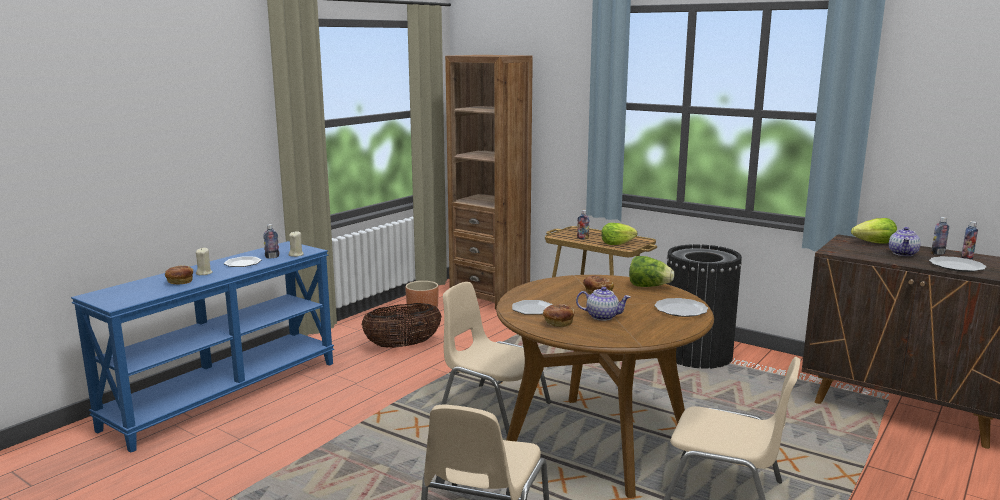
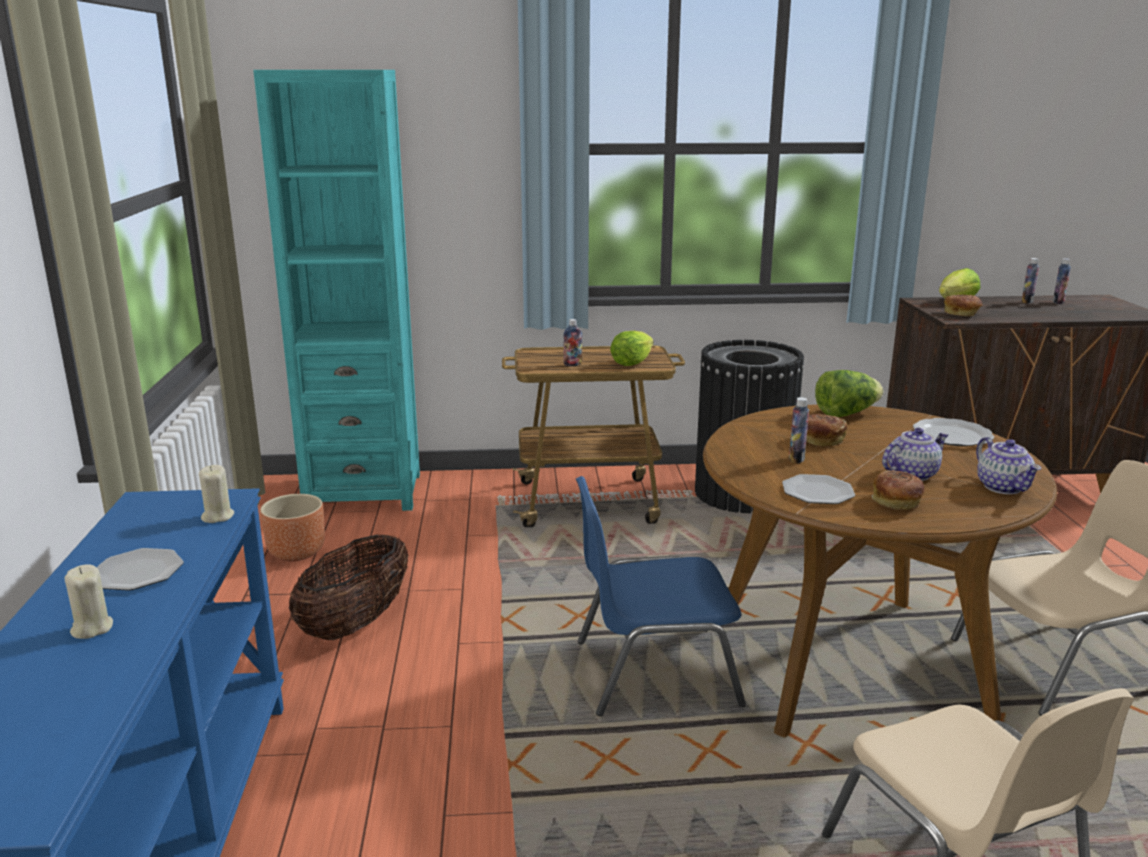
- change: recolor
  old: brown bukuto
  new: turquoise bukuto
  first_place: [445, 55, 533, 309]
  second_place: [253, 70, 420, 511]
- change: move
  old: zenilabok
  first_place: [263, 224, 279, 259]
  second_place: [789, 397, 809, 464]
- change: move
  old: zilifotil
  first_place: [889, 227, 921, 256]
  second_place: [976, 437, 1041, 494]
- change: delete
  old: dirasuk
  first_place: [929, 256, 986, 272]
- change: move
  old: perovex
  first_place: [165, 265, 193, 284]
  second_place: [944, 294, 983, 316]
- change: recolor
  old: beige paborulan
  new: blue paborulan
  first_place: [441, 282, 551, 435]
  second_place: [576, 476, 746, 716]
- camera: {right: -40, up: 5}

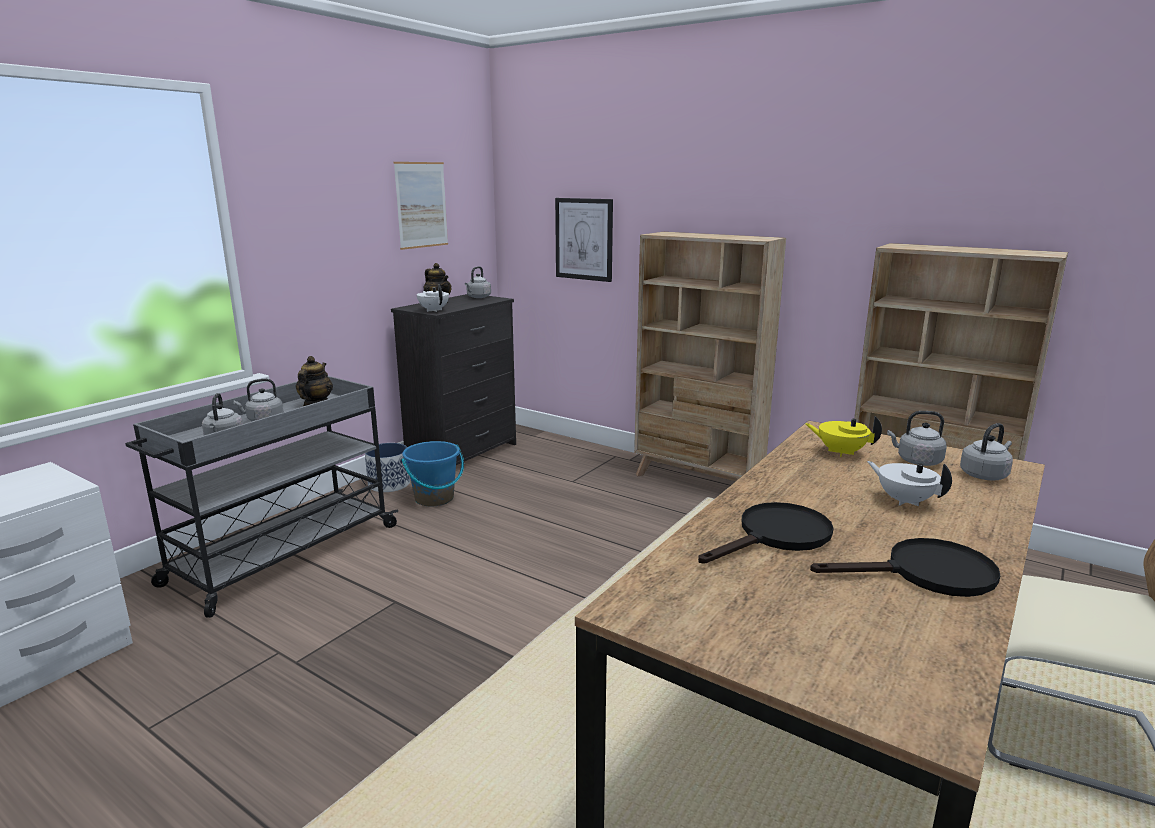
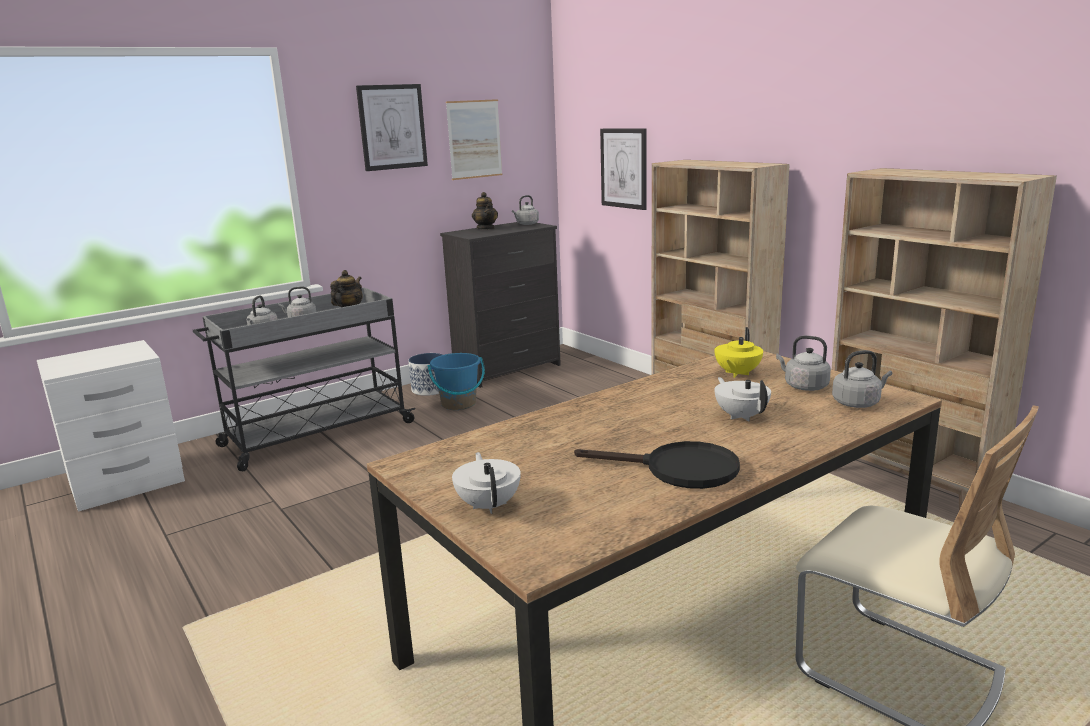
- change: move
  old: white zilifotil
  first_place: [417, 285, 449, 312]
  second_place: [452, 452, 521, 514]
- change: rotate
  old: yellow zilifotil
  first_place: [805, 416, 882, 457]
  second_place: [714, 327, 763, 378]
  degrees: -105
- change: delete
  old: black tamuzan
  first_place: [698, 502, 833, 564]
- change: insert
  new: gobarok
  second_place: [356, 84, 428, 171]
- camera: {right: 20, up: 0}

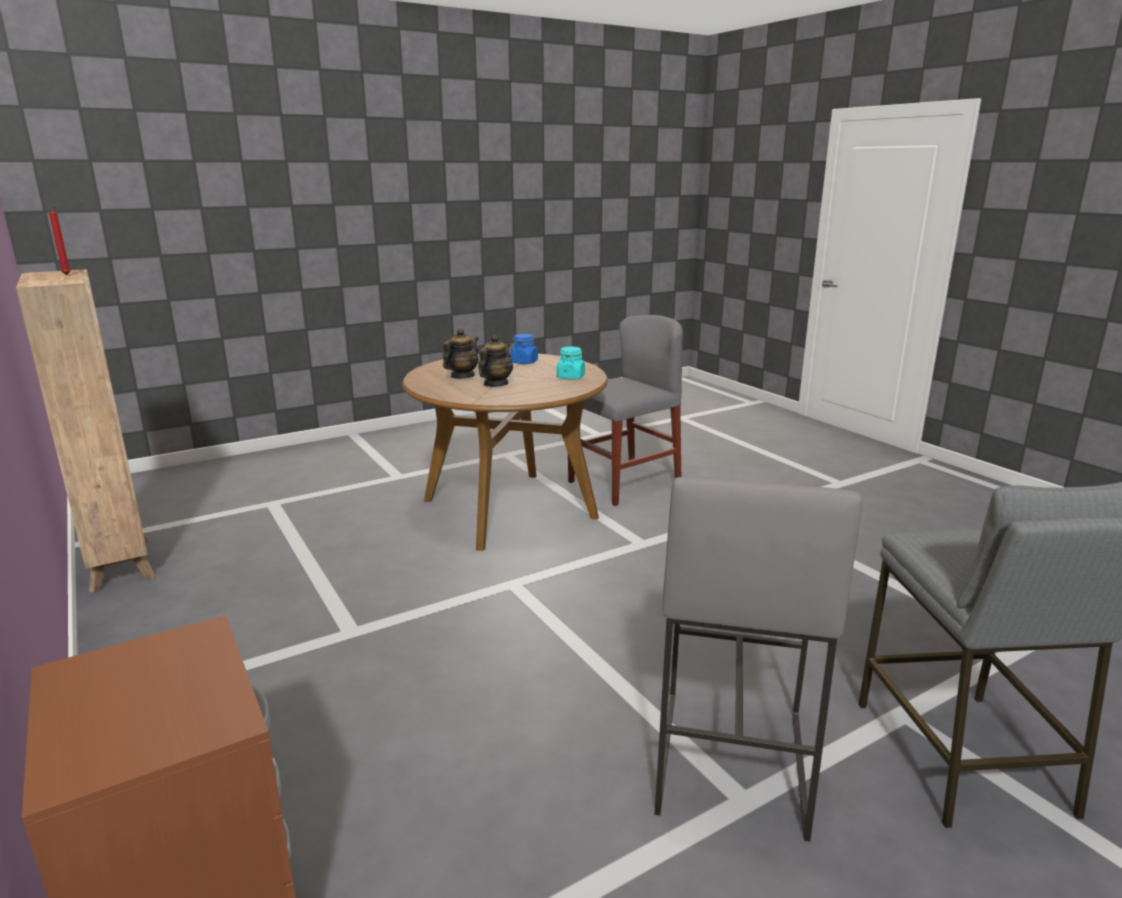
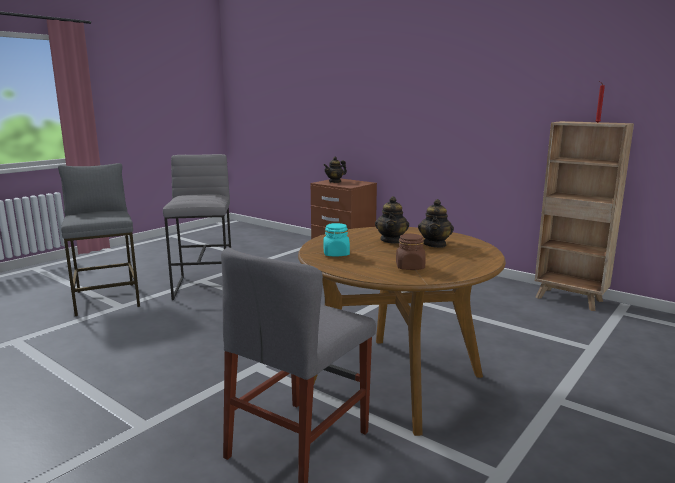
- change: recolor
  old: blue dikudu
  new: brown dikudu
  first_place: [510, 334, 538, 364]
  second_place: [396, 234, 426, 270]
- change: insert
  new: zilifotil
  second_place: [323, 157, 347, 183]
- camera: {right: 160, up: -5}

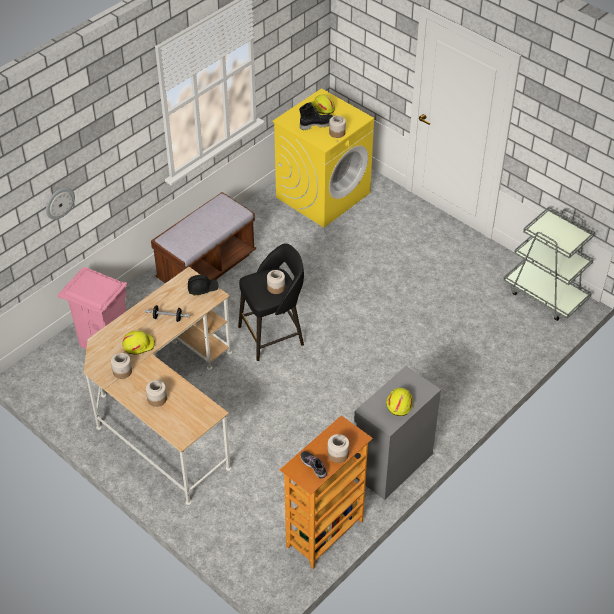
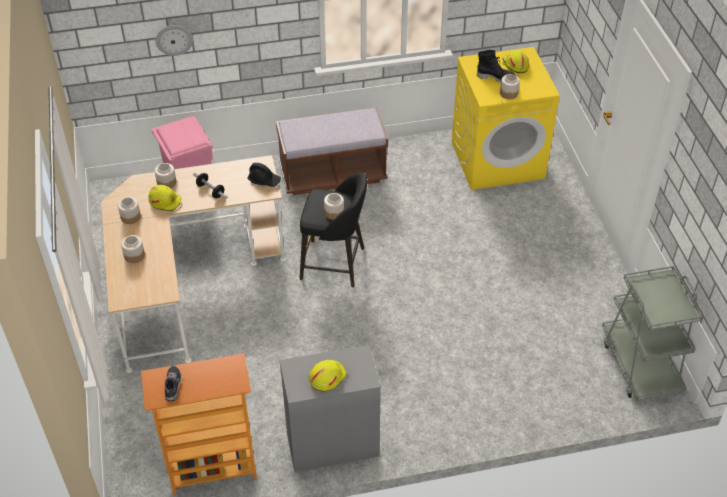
- change: move
  old: dikudu
  first_place: [327, 434, 349, 463]
  second_place: [155, 163, 176, 188]
- camera: {right: 35, up: 0}

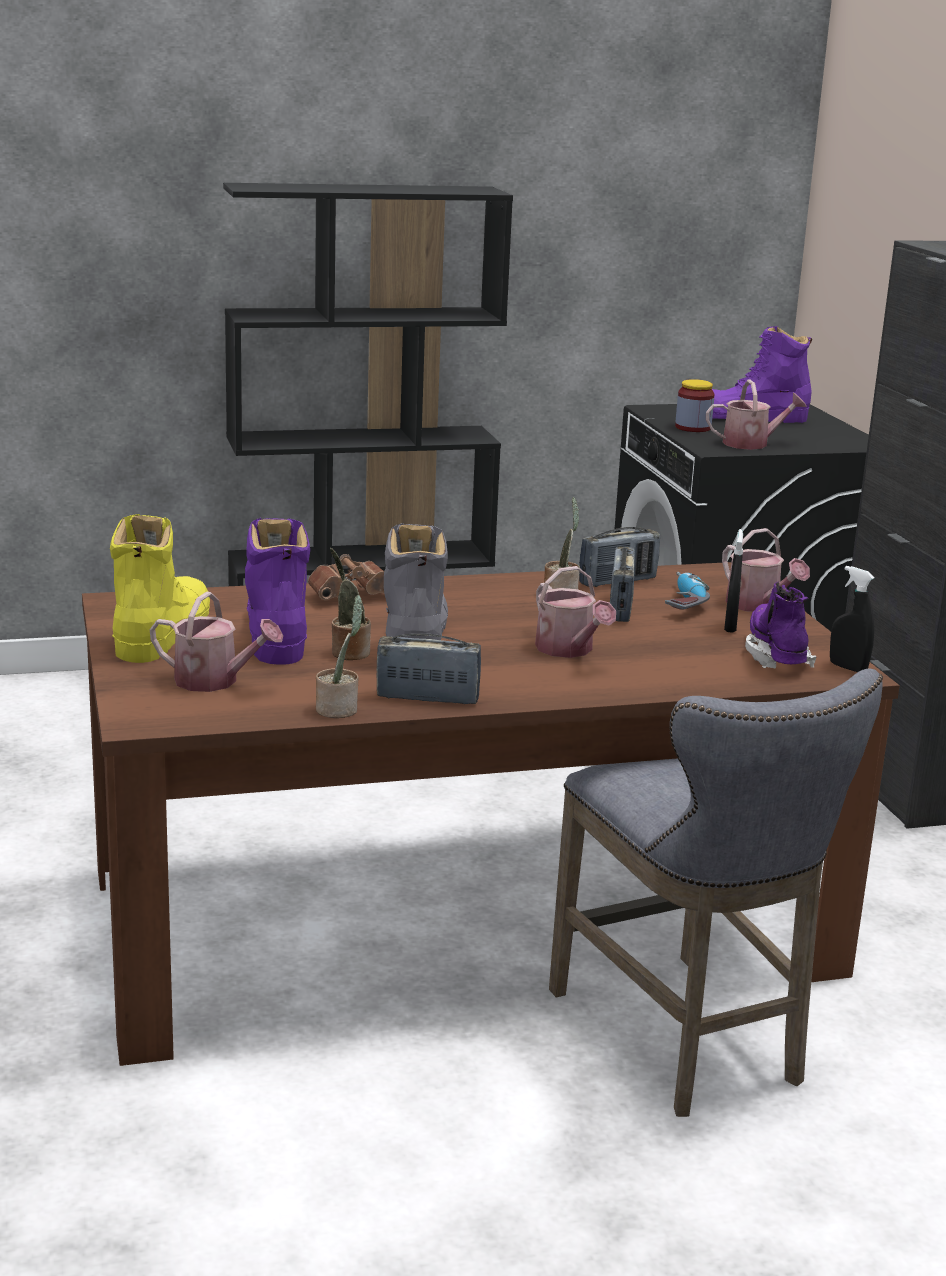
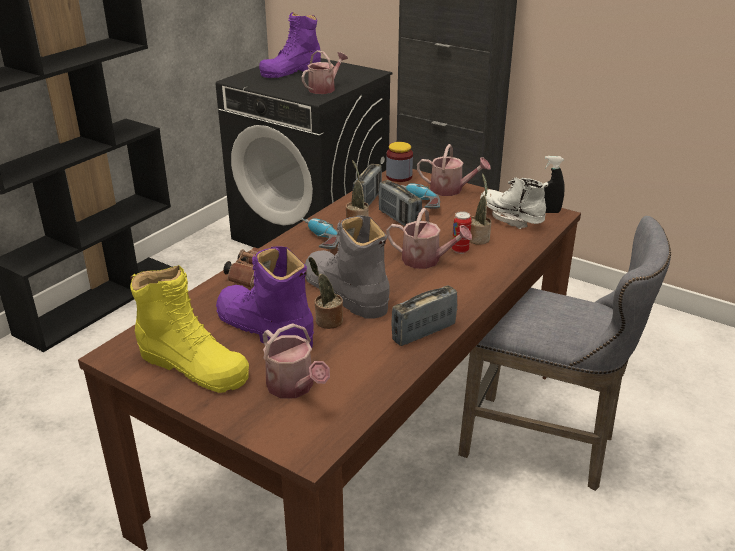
- change: move
  old: dikudu
  first_place: [675, 379, 714, 432]
  second_place: [386, 142, 413, 182]
- change: rotate
  old: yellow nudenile
  first_place: [110, 514, 210, 663]
  second_place: [130, 265, 249, 393]
  degrees: 150
- change: delete
  old: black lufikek
  first_place: [724, 529, 743, 633]
- change: recolor
  old: purple nudenile
  new: white nudenile
  first_place: [745, 582, 817, 668]
  second_place: [480, 177, 548, 229]
- change: rotate
  old: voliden
  first_place: [150, 592, 283, 692]
  second_place: [263, 323, 330, 398]
  degrees: 75
- change: move
  old: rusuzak
  first_place: [316, 595, 363, 718]
  second_place: [470, 173, 491, 244]
- change: insert
  new: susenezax
  second_place: [452, 211, 472, 254]
- change: insert
  new: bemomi
  second_place: [301, 218, 339, 249]
- camera: {right: -40, up: 10}

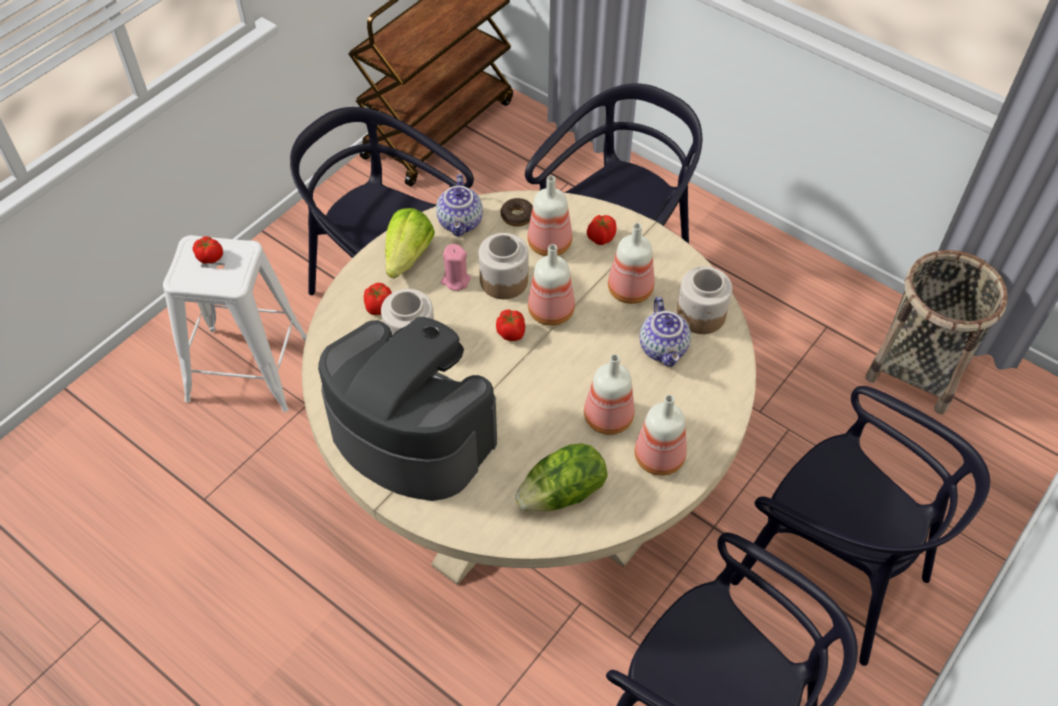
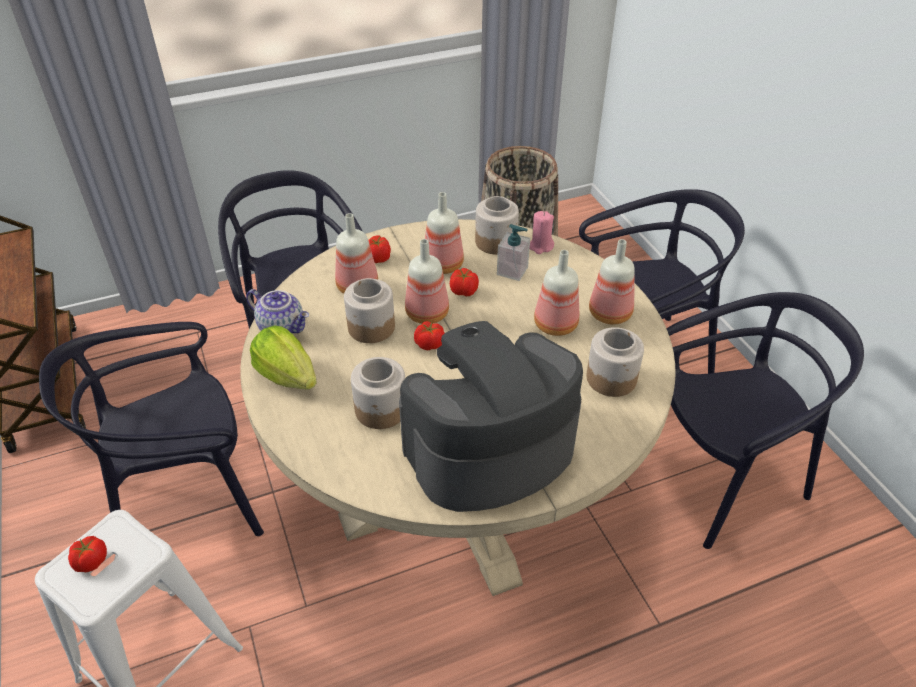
- change: delete
  old: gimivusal
  first_place: [501, 198, 533, 227]
- change: move
  old: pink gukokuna
  first_place: [441, 244, 471, 291]
  second_place: [530, 211, 554, 254]
- change: move
  old: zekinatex
  first_place: [364, 283, 392, 315]
  second_place: [450, 268, 479, 296]
- change: replace
  old: zilifotil
  new: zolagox
  first_place: [640, 297, 691, 367]
  second_place: [497, 224, 530, 281]
- change: replace
  old: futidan
  new: dikudu
  first_place: [515, 443, 608, 511]
  second_place: [587, 327, 644, 397]
- camera: {right: -60, up: -10}

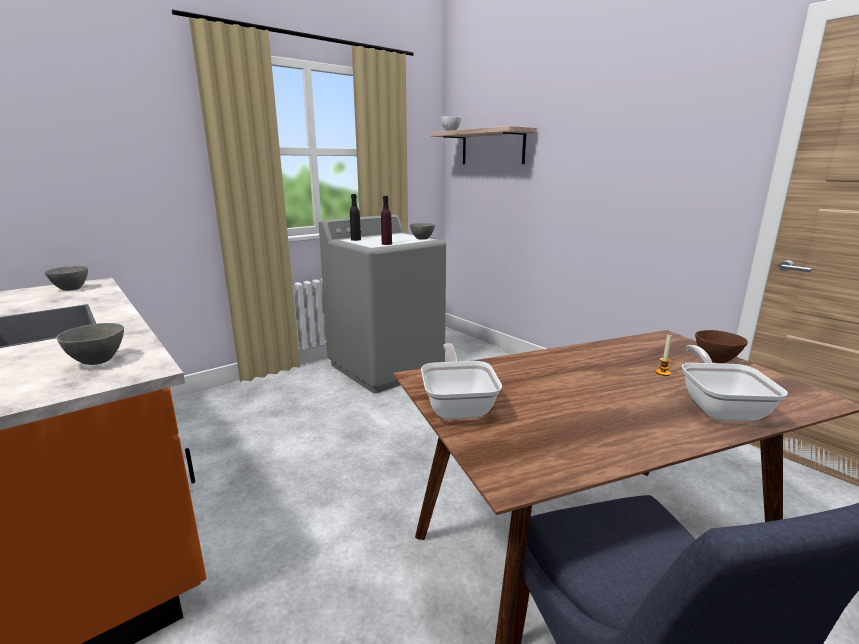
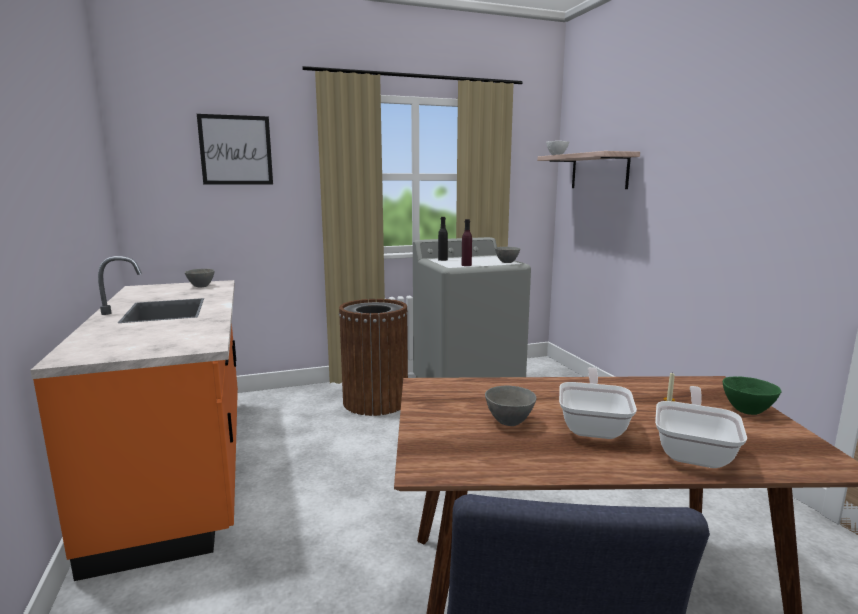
- change: move
  old: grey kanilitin
  first_place: [56, 323, 124, 365]
  second_place: [485, 386, 536, 426]
- change: recolor
  old: brown kanilitin
  new: green kanilitin
  first_place: [695, 330, 748, 363]
  second_place: [723, 376, 782, 415]
- change: move
  old: tamuzan
  first_place: [421, 344, 502, 419]
  second_place: [559, 367, 637, 439]
- change: insert
  new: gobarok
  second_place: [197, 114, 273, 185]
- change: insert
  new: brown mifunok
  second_place: [339, 299, 408, 416]
- camera: {right: 20, up: -5}

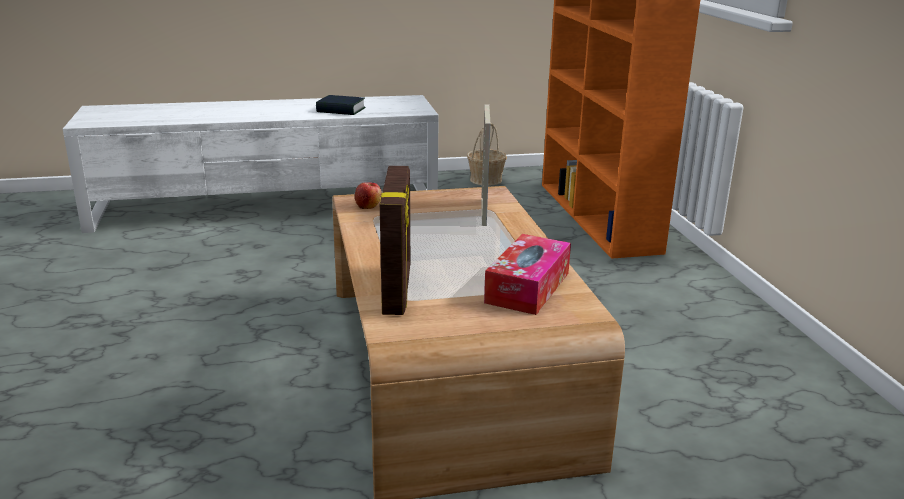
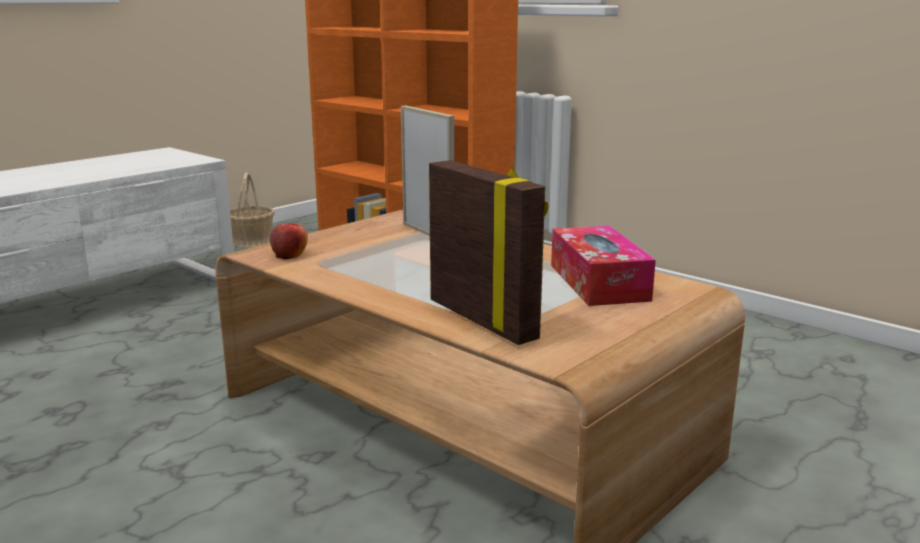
- change: delete
  old: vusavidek
  first_place: [316, 95, 365, 115]
- camera: {right: -35, up: -5}

